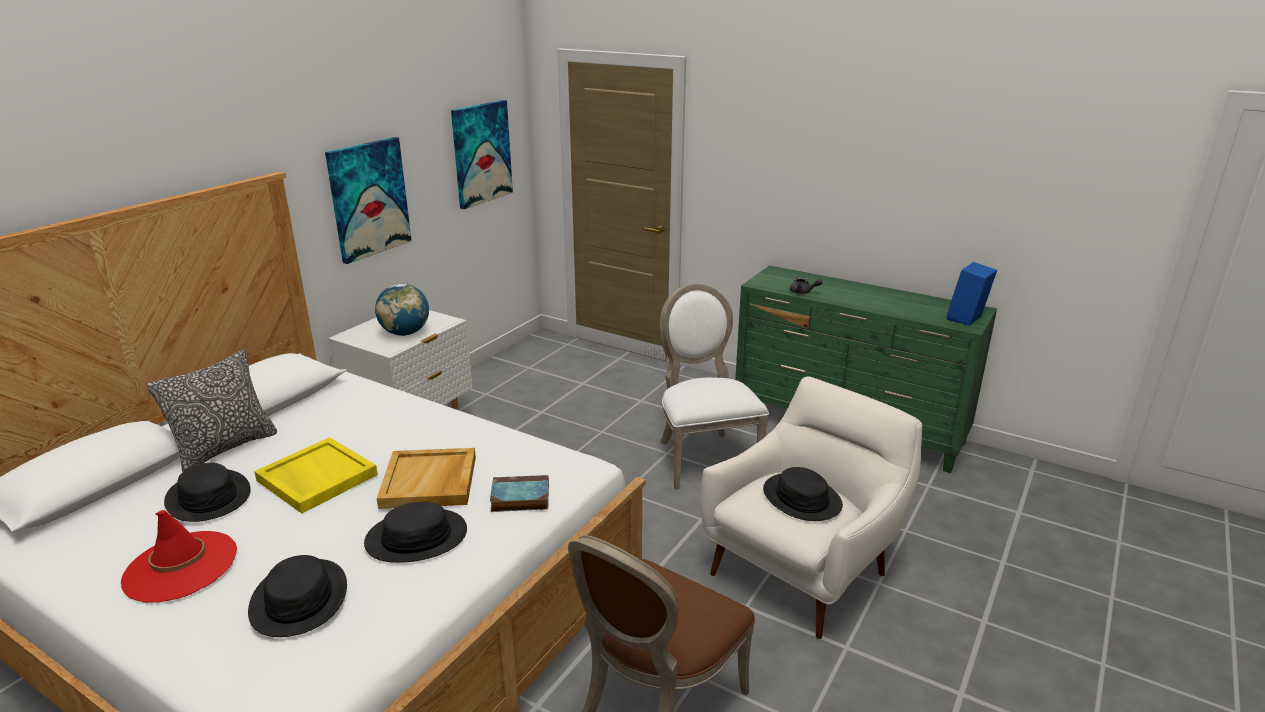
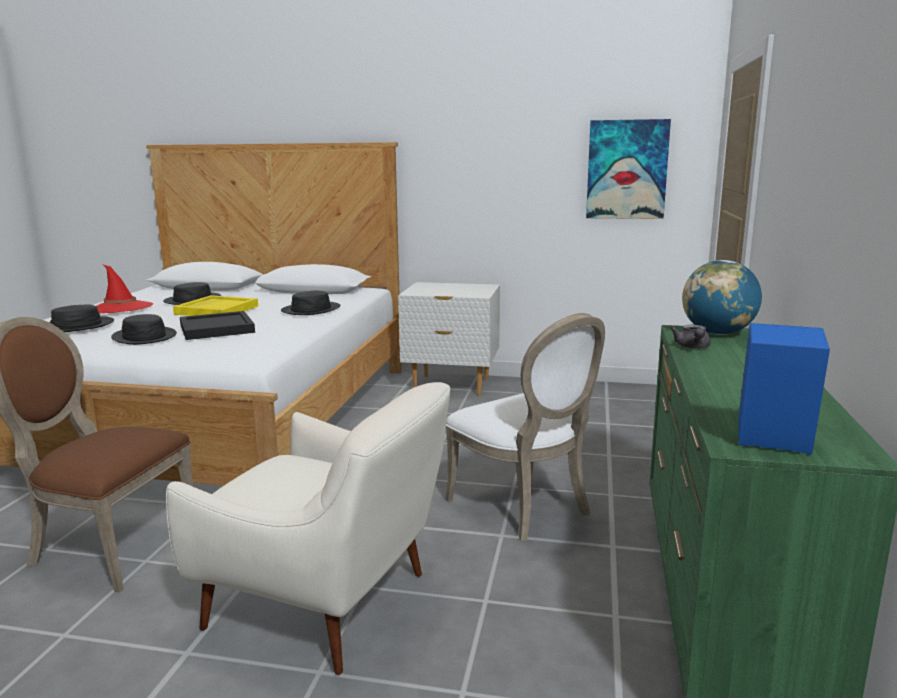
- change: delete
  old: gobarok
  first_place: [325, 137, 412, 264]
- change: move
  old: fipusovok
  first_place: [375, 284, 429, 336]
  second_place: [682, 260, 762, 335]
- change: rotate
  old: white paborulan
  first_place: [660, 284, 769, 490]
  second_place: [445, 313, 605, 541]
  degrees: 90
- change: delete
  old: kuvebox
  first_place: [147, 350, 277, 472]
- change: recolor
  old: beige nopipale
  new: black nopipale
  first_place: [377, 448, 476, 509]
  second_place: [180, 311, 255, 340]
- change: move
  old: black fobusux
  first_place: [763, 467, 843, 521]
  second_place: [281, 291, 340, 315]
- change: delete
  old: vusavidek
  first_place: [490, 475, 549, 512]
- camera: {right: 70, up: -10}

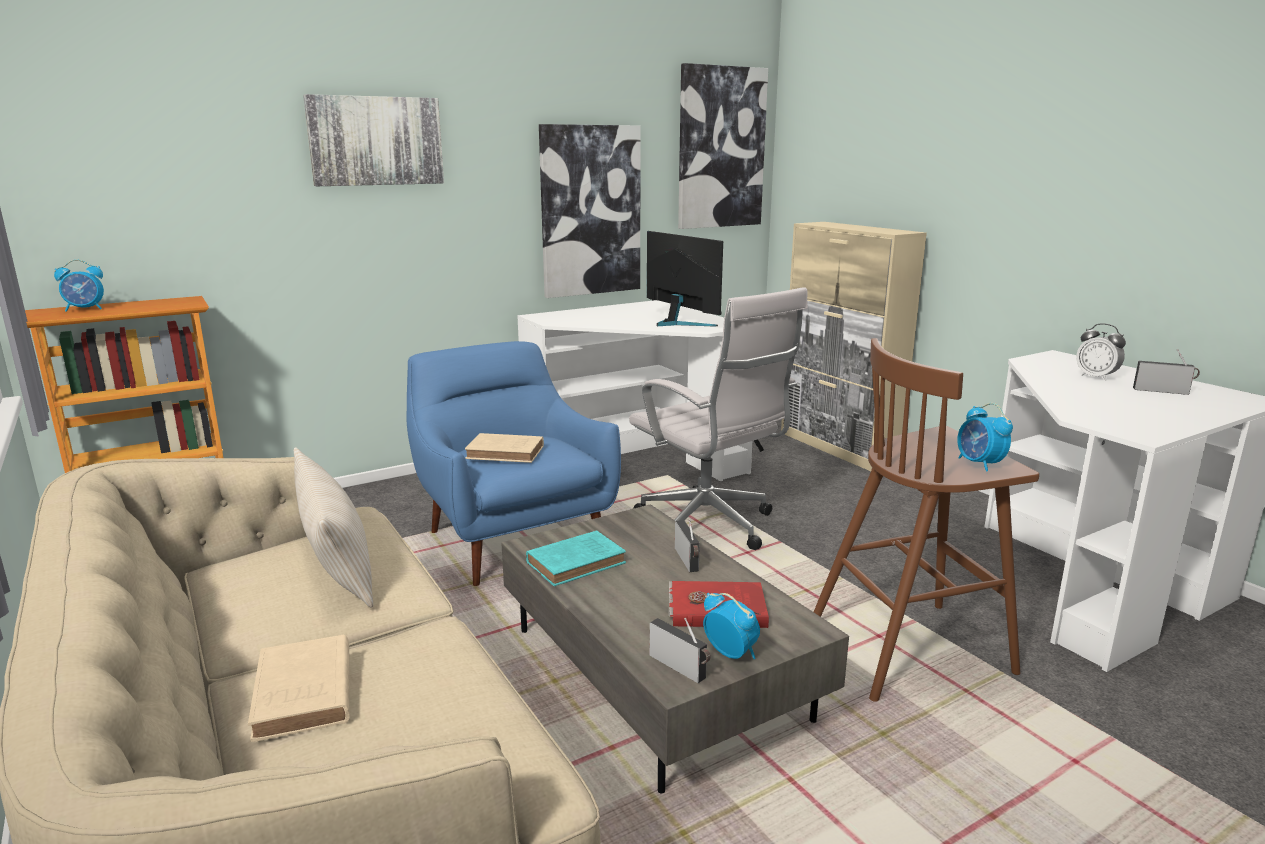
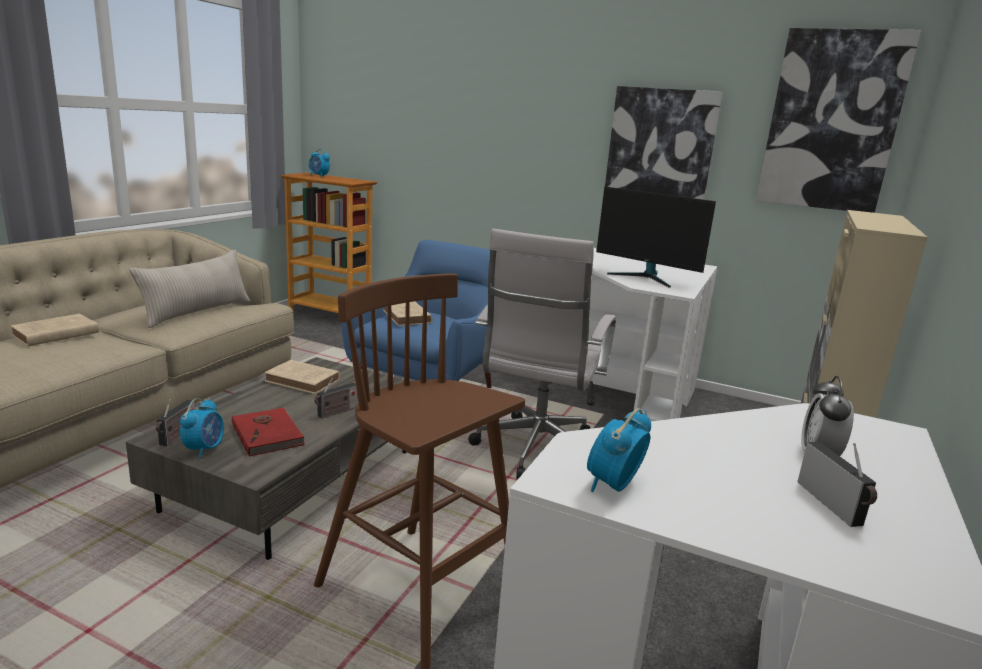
- change: delete
  old: gobarok
  first_place: [303, 94, 444, 186]
- change: rotate
  old: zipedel
  first_place: [647, 231, 723, 327]
  second_place: [596, 187, 716, 288]
  degrees: 105
- change: move
  old: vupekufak
  first_place: [957, 403, 1013, 472]
  second_place: [587, 408, 651, 492]
- change: recolor
  old: turquoise vusavidek
  new: beige vusavidek
  first_place: [526, 531, 626, 586]
  second_place: [264, 360, 340, 394]
- camera: {right: 55, up: 0}

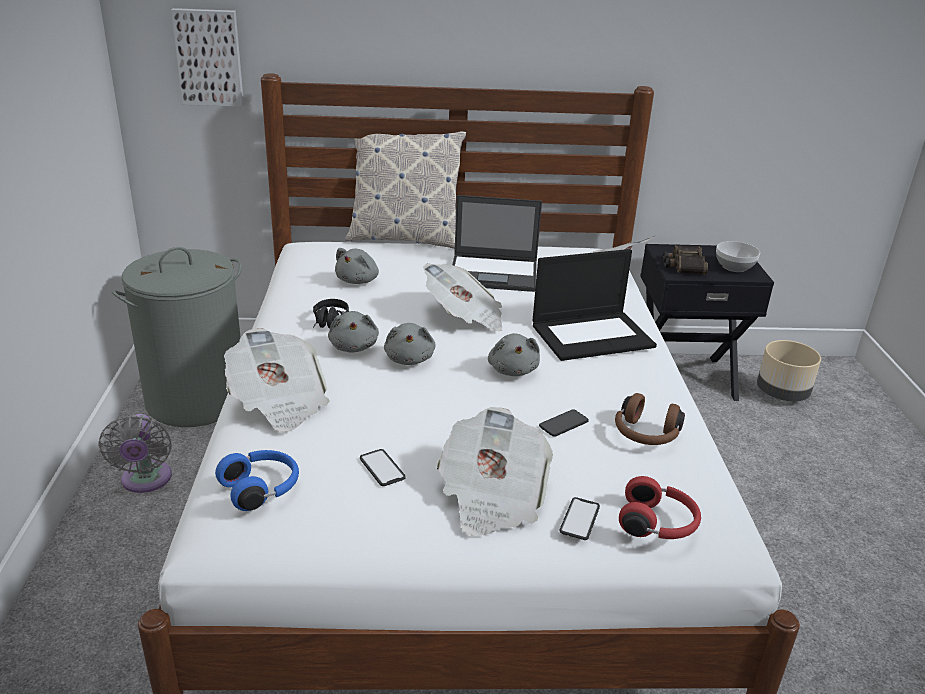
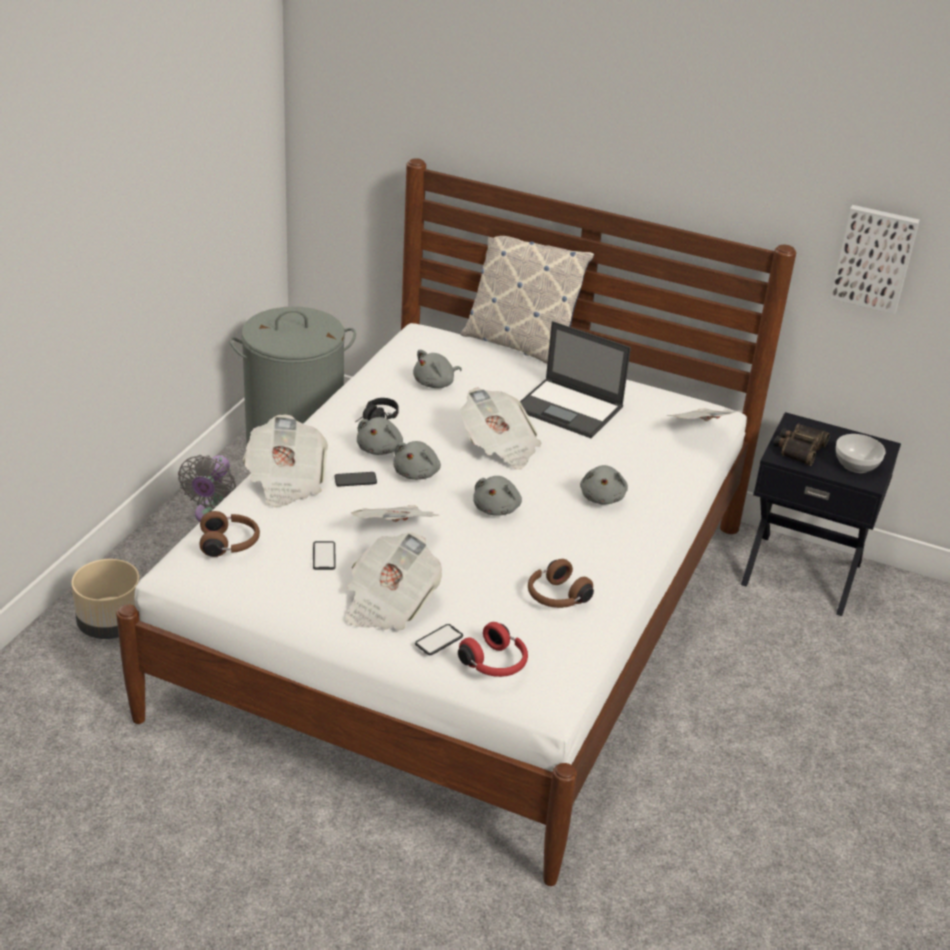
- change: move
  old: gobarok
  first_place: [171, 8, 244, 107]
  second_place: [830, 205, 920, 315]
- change: replace
  old: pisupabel
  new: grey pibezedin
  first_place: [532, 249, 657, 361]
  second_place: [580, 465, 628, 504]
- change: move
  old: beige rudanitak
  first_place: [757, 340, 821, 401]
  second_place: [71, 559, 140, 639]
- change: move
  old: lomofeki
  first_place: [539, 409, 589, 437]
  second_place: [334, 472, 377, 486]
- change: recolor
  old: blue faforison
  new: brown faforison
  first_place: [215, 450, 299, 511]
  second_place: [199, 511, 260, 557]
- change: insert
  new: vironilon
  second_place: [351, 505, 438, 522]
- camera: {right: 25, up: 5}

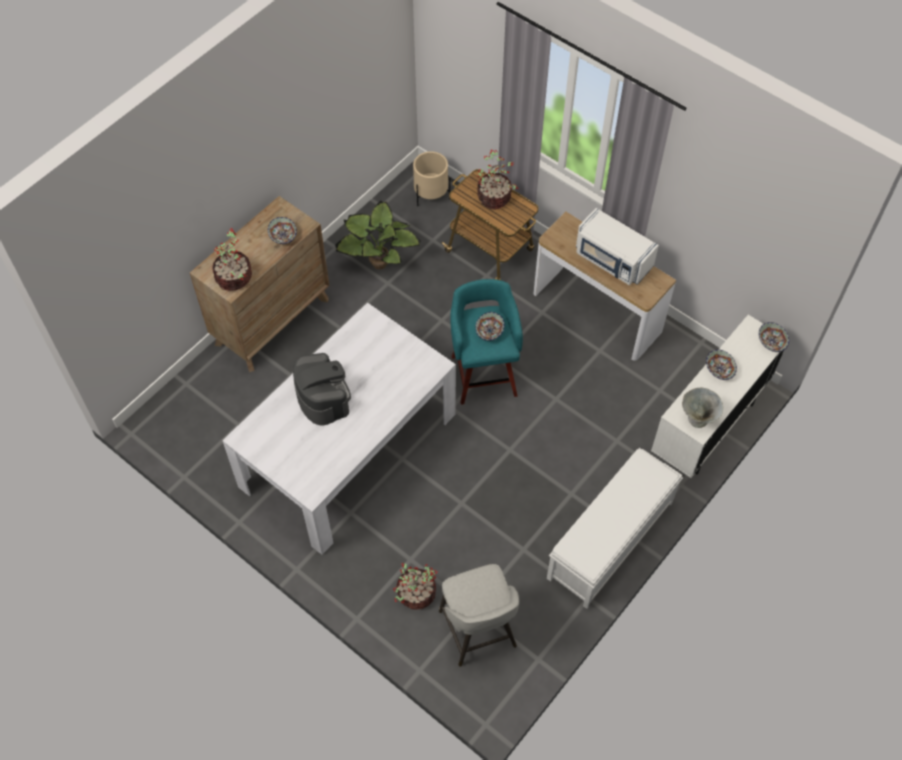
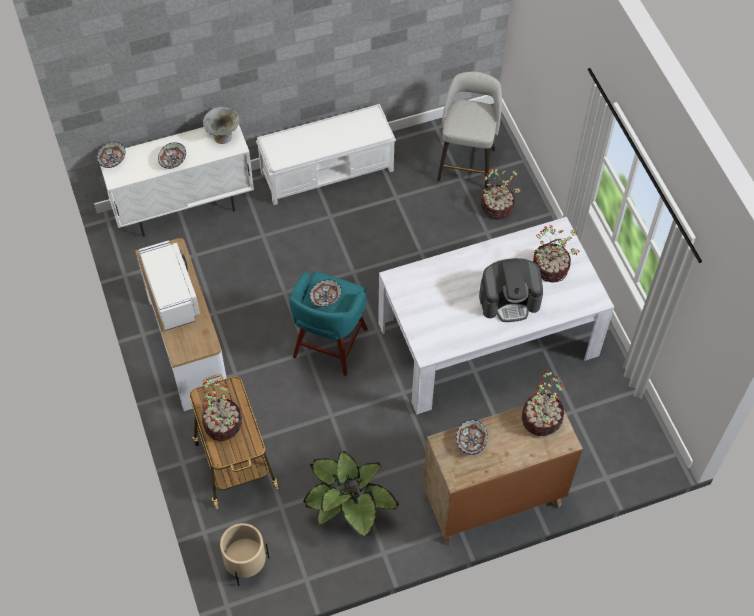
- change: rotate
  old: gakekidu
  first_place: [293, 353, 351, 425]
  second_place: [479, 258, 543, 322]
  degrees: -105
- change: insert
  new: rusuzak
  second_place: [533, 225, 580, 282]
- camera: {right: -150, up: 0}

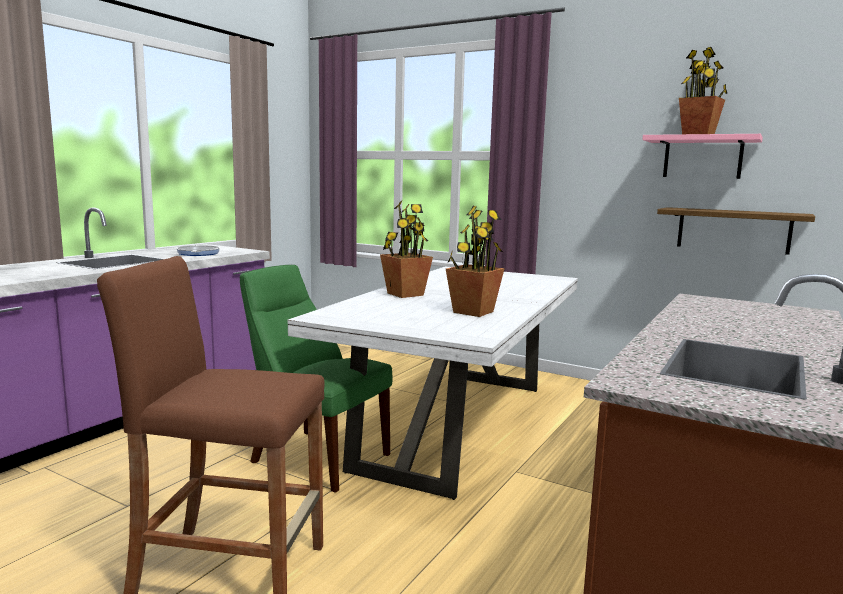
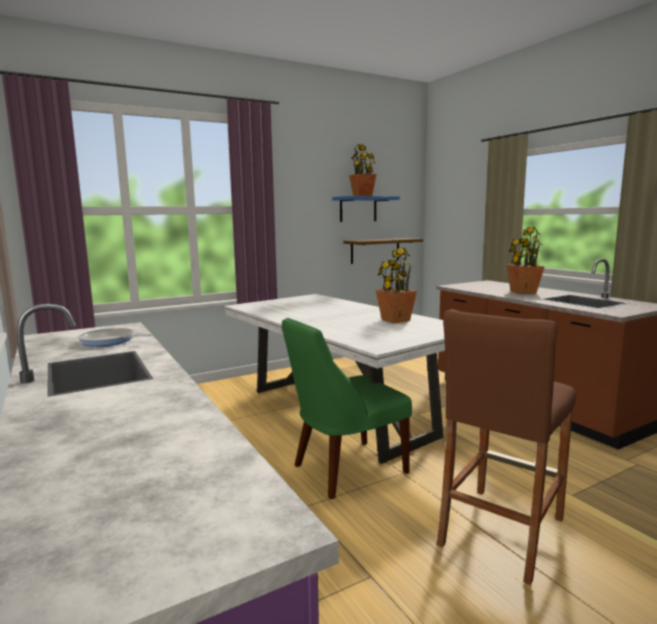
- change: recolor
  old: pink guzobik
  new: blue guzobik
  first_place: [642, 134, 763, 179]
  second_place: [332, 196, 400, 222]
- change: move
  old: rusuzak
  first_place: [380, 201, 433, 298]
  second_place: [506, 227, 545, 294]
- camera: {right: -60, up: 0}

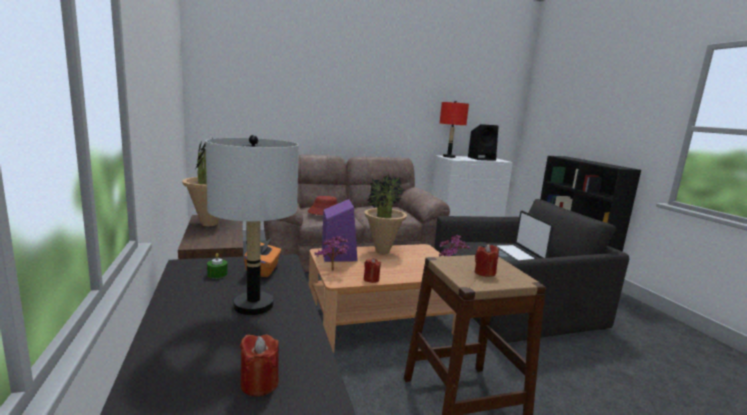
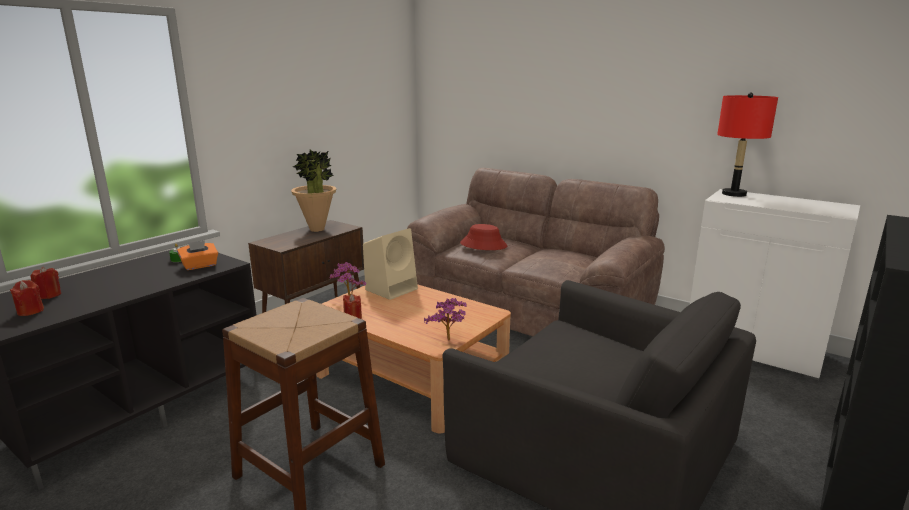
- change: delete
  old: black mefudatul
  first_place: [468, 124, 499, 161]
- change: delete
  old: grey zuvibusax
  first_place: [205, 135, 299, 315]
- change: delete
  old: rusuzak
  first_place: [364, 174, 407, 254]
- change: recolor
  old: purple mefudatul
  new: beige mefudatul
  first_place: [322, 199, 358, 262]
  second_place: [363, 228, 418, 300]
- change: delete
  old: pisupabel
  first_place: [483, 211, 554, 261]
- change: move
  old: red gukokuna
  first_place: [475, 244, 499, 277]
  second_place: [30, 266, 61, 299]
- camera: {right: 55, up: 5}

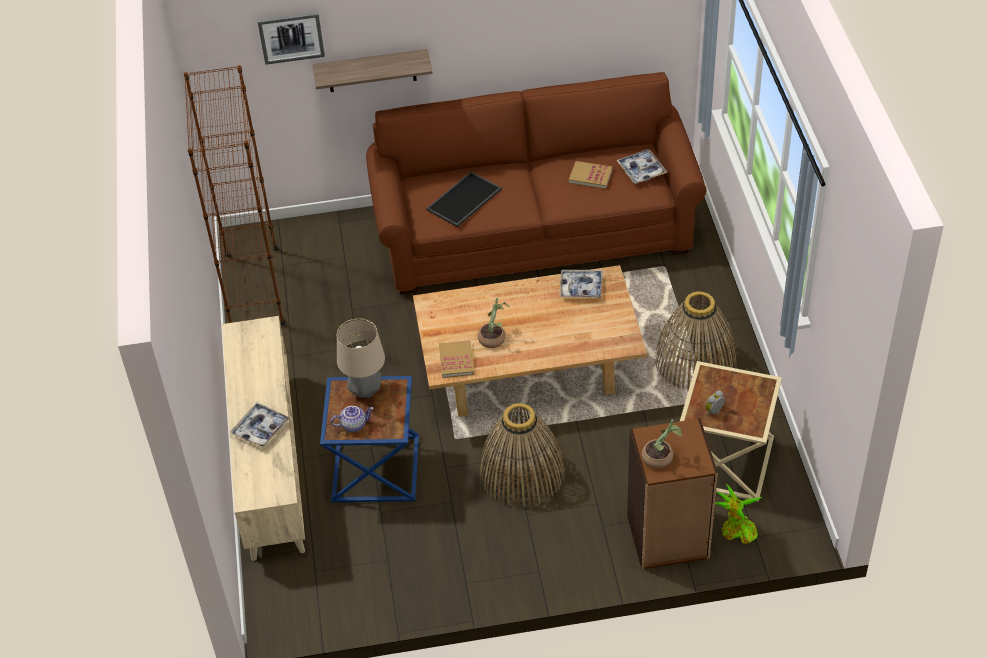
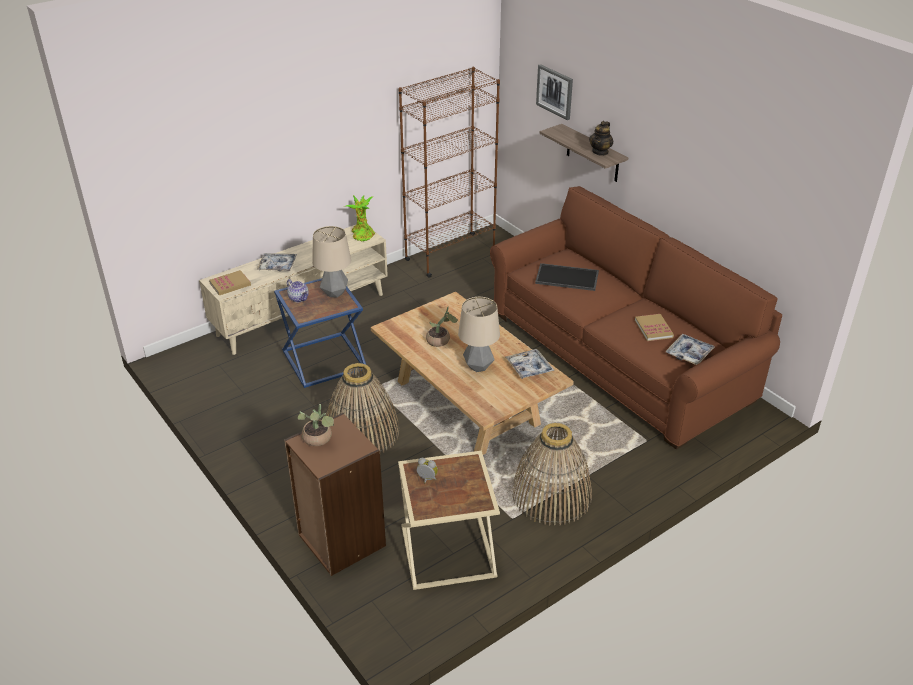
- change: move
  old: vusavidek
  first_place: [439, 340, 474, 378]
  second_place: [209, 270, 251, 295]
- change: move
  old: rusuzak
  first_place: [715, 483, 762, 544]
  second_place: [346, 195, 375, 241]
- change: insert
  new: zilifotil
  second_place: [589, 121, 613, 156]
- change: insert
  new: zuvibusax
  second_place: [458, 297, 500, 372]
- camera: {right: 60, up: -10}

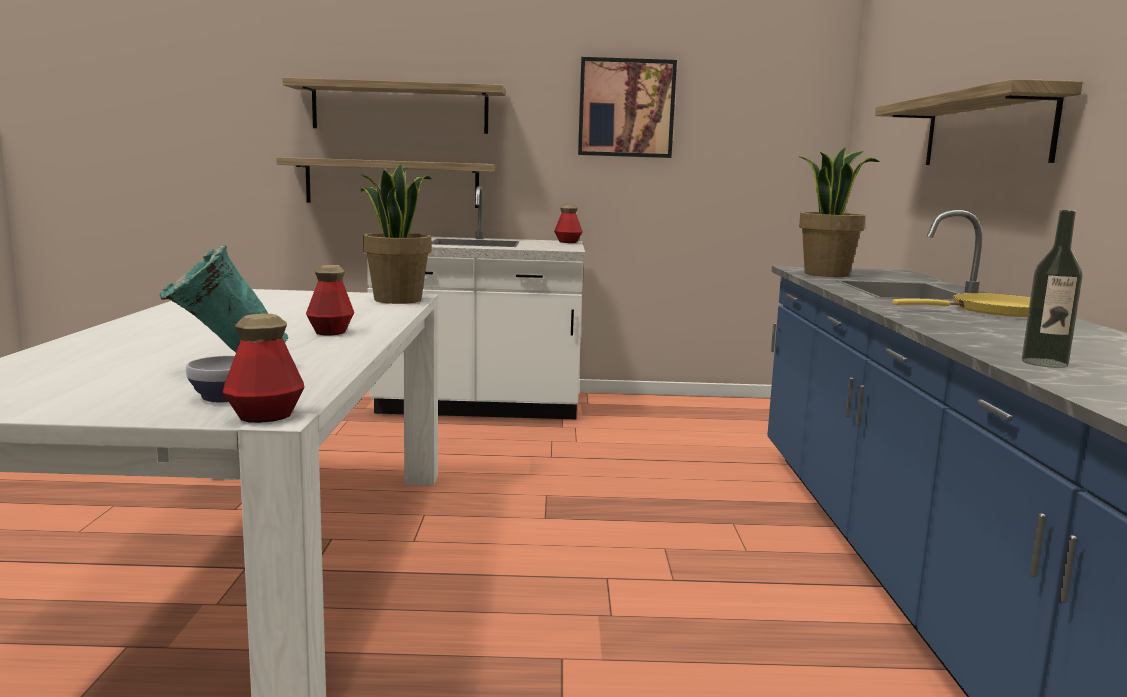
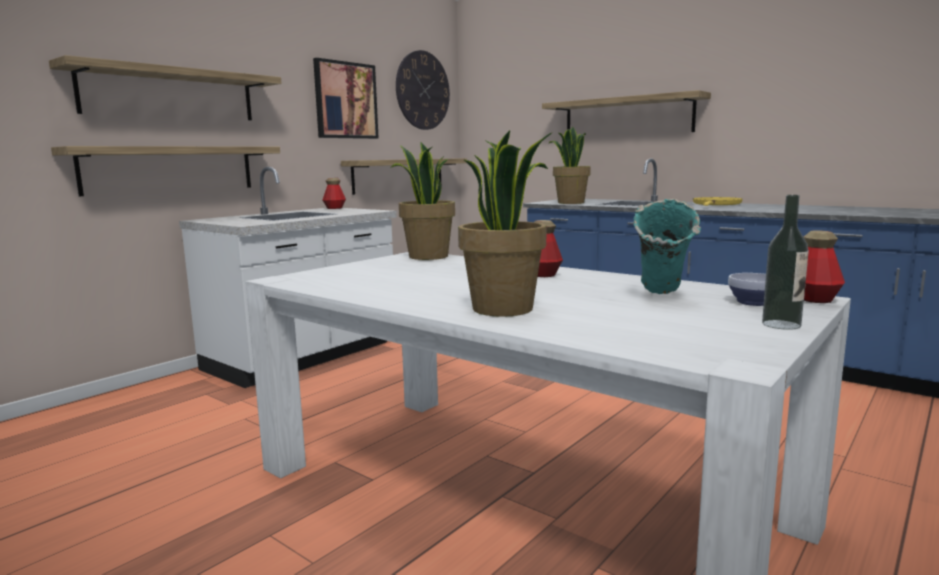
- change: move
  old: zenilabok
  first_place: [1022, 210, 1083, 368]
  second_place: [762, 195, 809, 330]
- change: insert
  new: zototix
  second_place: [396, 50, 450, 130]
- change: insert
  new: rusuzak
  second_place: [458, 130, 551, 317]
- change: insert
  new: guzobik
  second_place: [341, 158, 467, 195]
- camera: {right: -50, up: 0}

